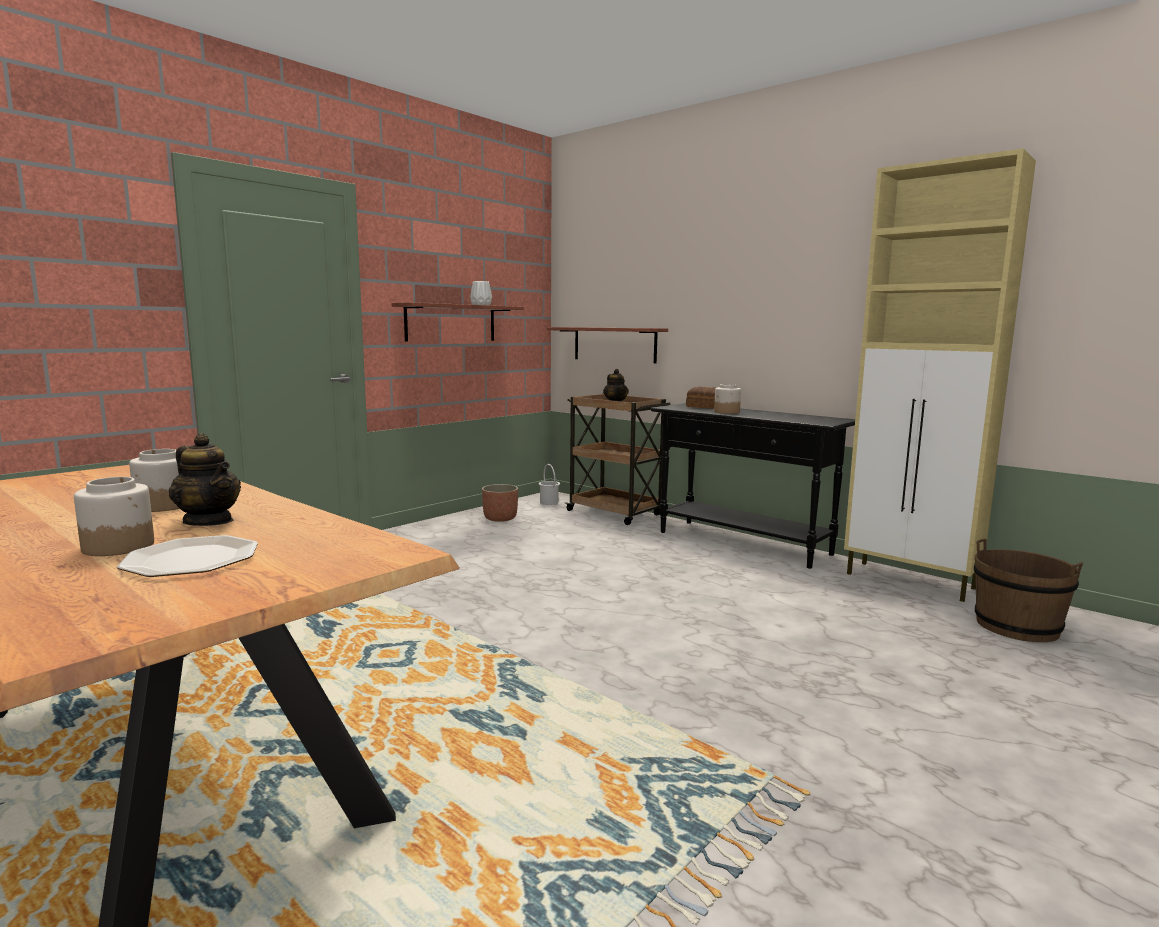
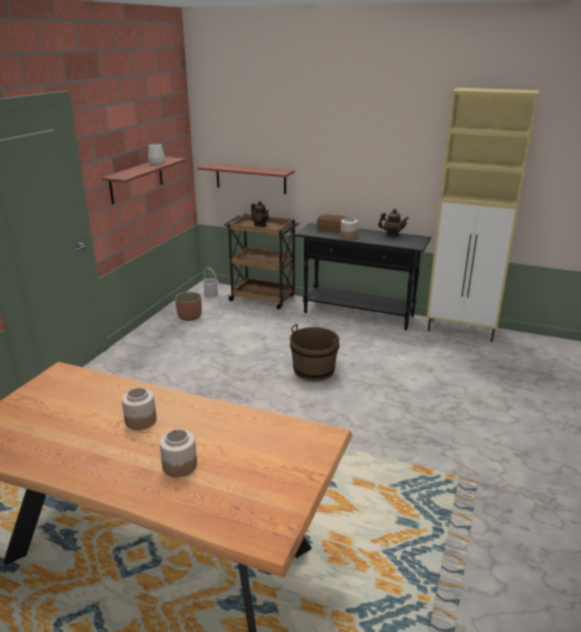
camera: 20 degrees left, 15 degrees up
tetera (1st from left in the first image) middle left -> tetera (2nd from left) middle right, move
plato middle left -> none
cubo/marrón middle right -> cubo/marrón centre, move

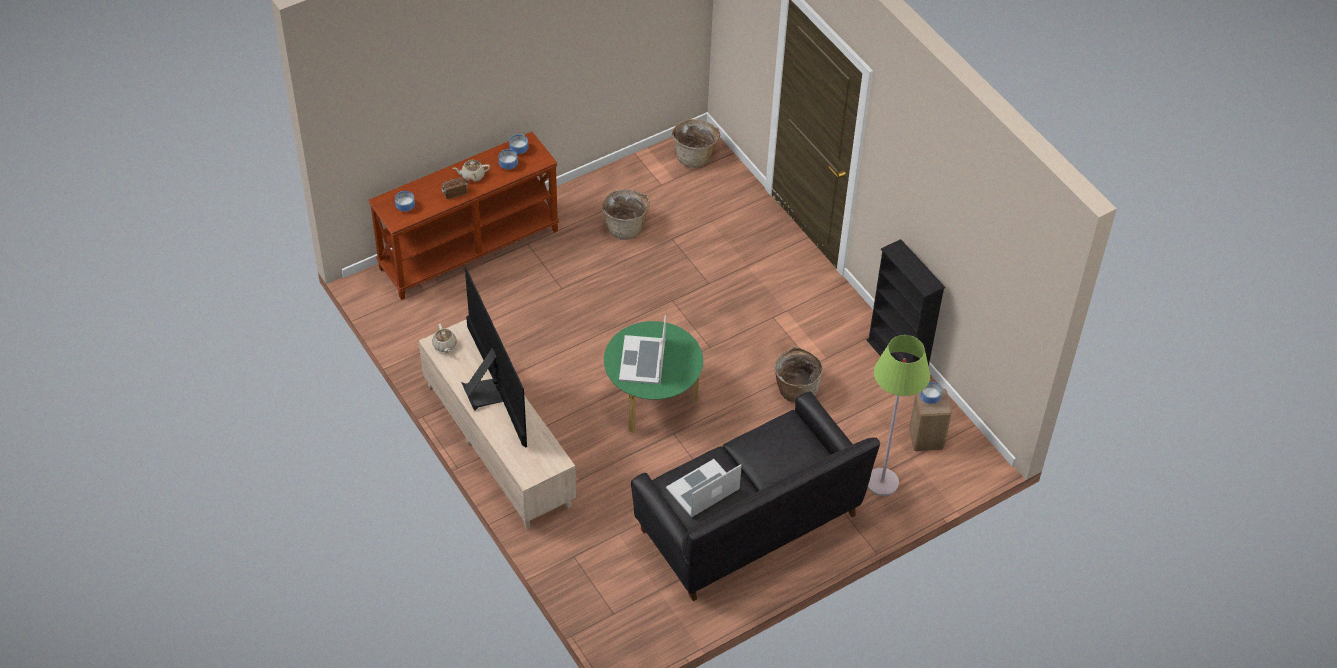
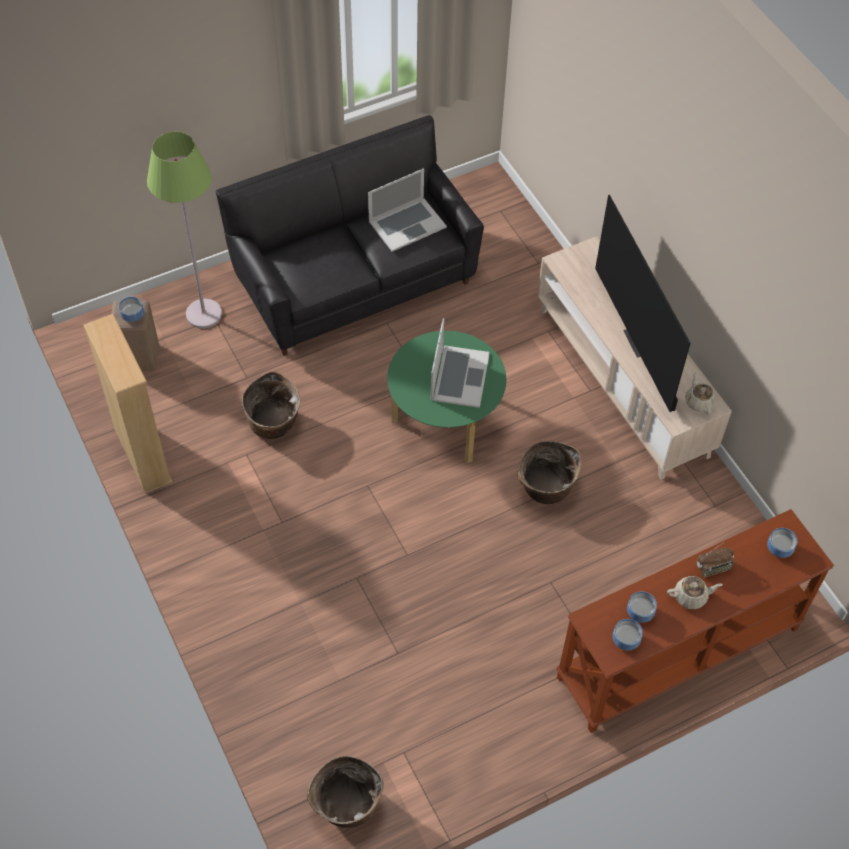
camera: 175 degrees left, 5 degrees up
cesta (1st from left in the first image) top centre -> cesta (3rd from left) centre, move
estantería/negro middle right -> estantería/beis middle left

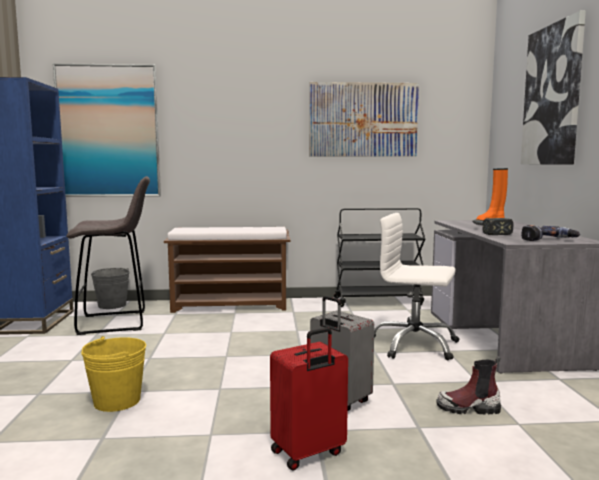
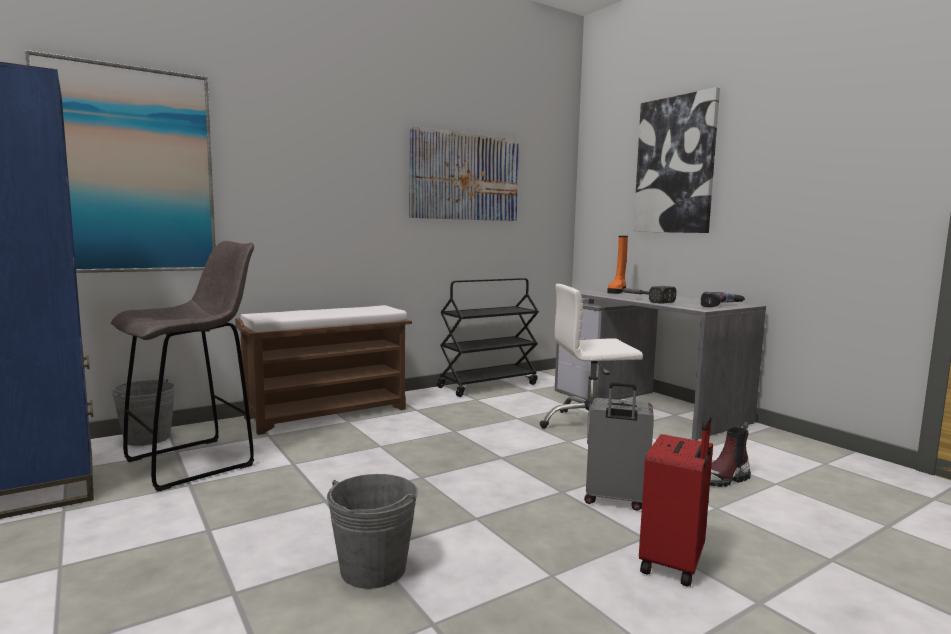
camera: 30 degrees left, 0 degrees up
cubo/amarillo bottom left -> cubo/gris (2nd from left) bottom centre

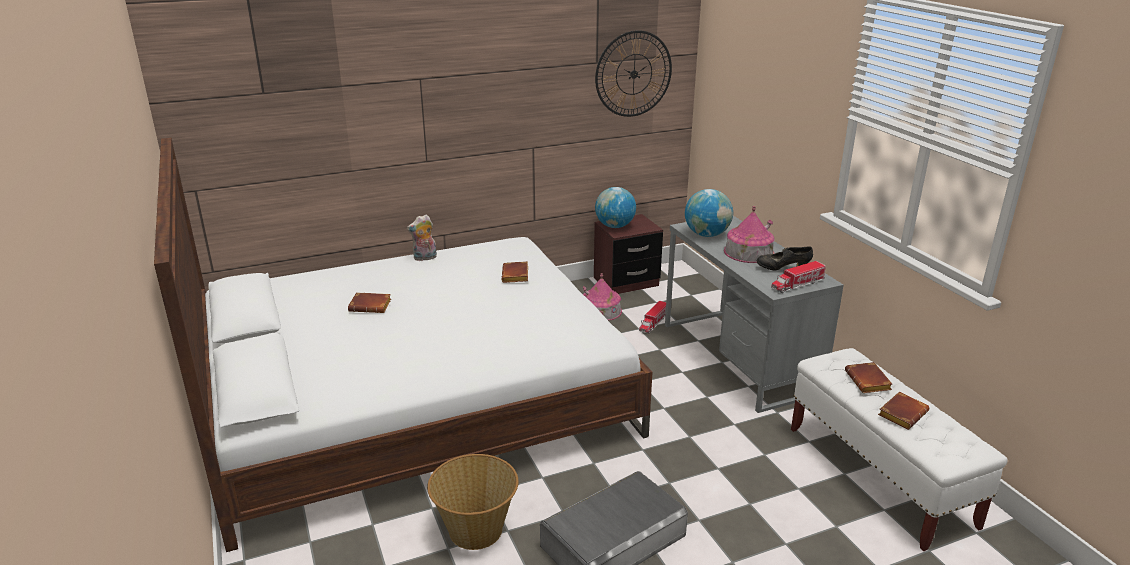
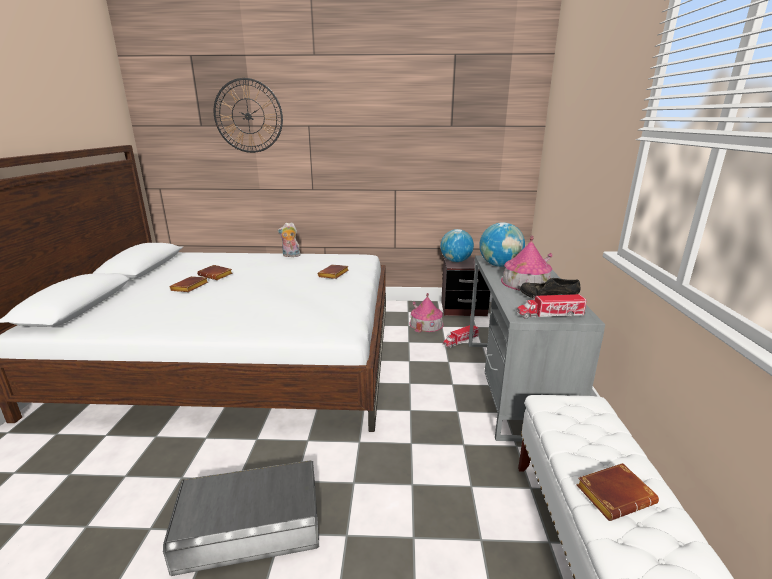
camera: 25 degrees right, 5 degrees down
reloj de pared top centre -> reloj de pared top left, move
libro/marrón (3rd from left in the first image) bottom right -> libro/marrón (1st from left) middle left, move
cesta bottom centre -> none

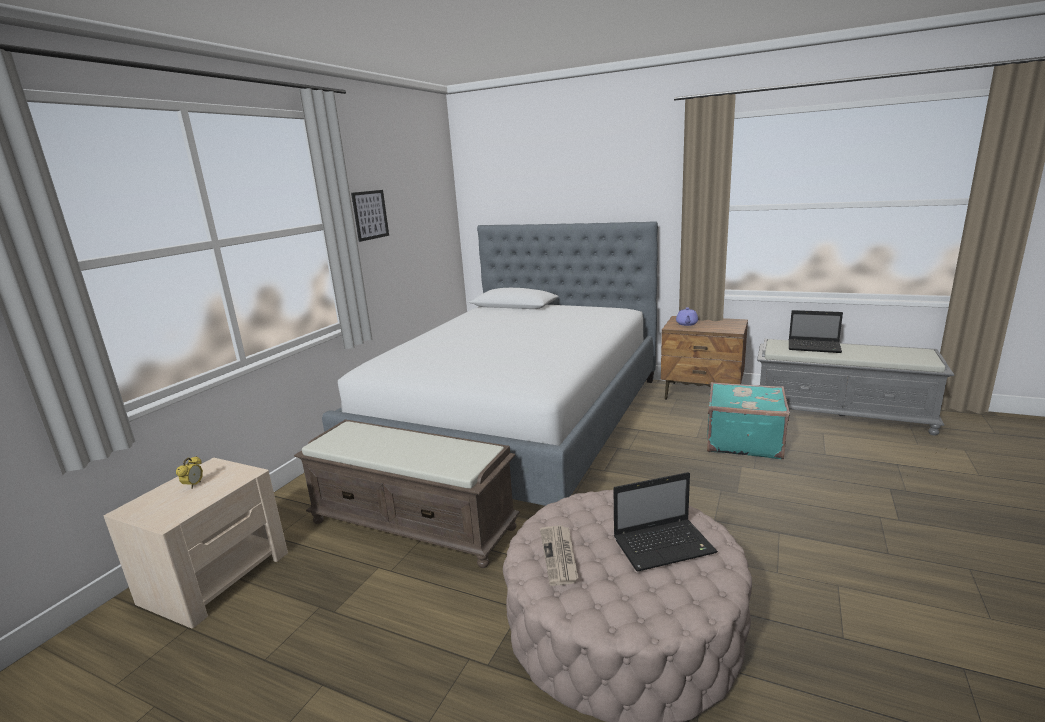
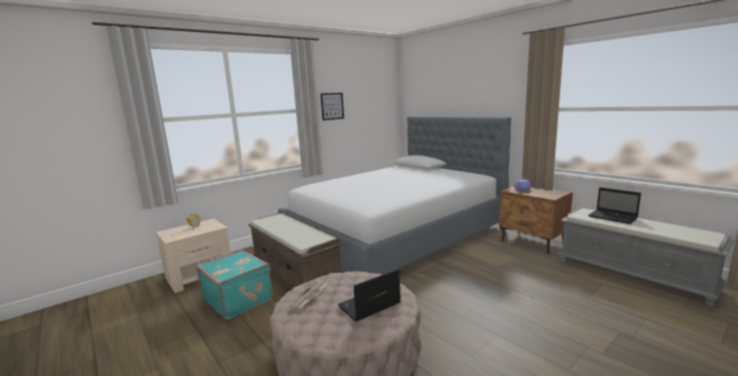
camera: 25 degrees right, 5 degrees down
maleta/turquesa middle right -> maleta/turquesa bottom left, move
portátil (1st from left) bottom centre, 135 degrees clockwise

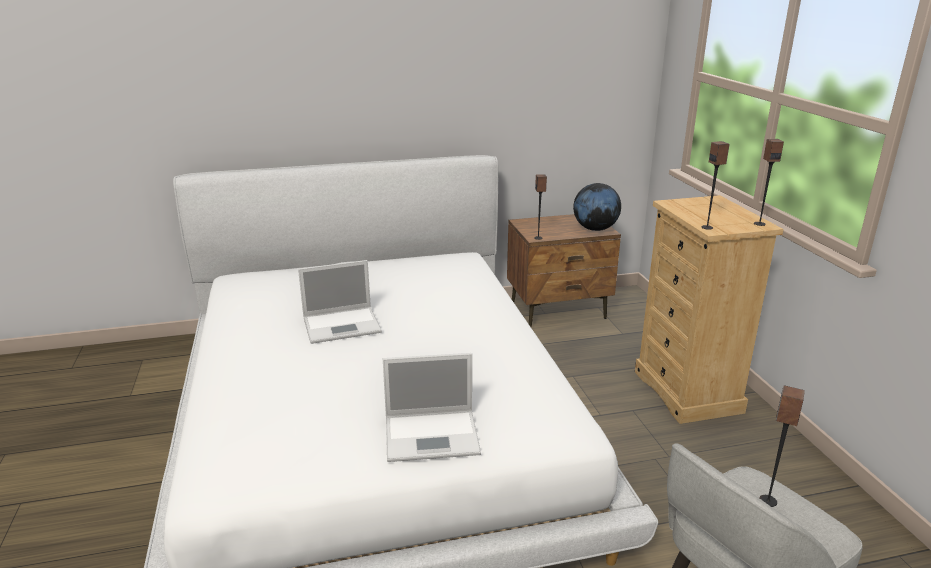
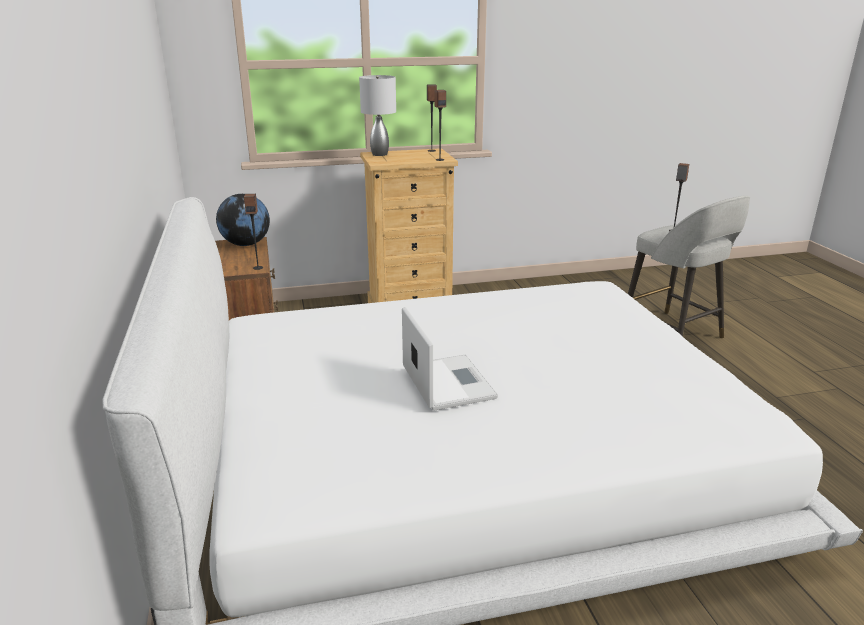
camera: 90 degrees left, 0 degrees up
portátil (2nd from left) bottom centre -> none
none -> lámpara de mesa/gris top centre

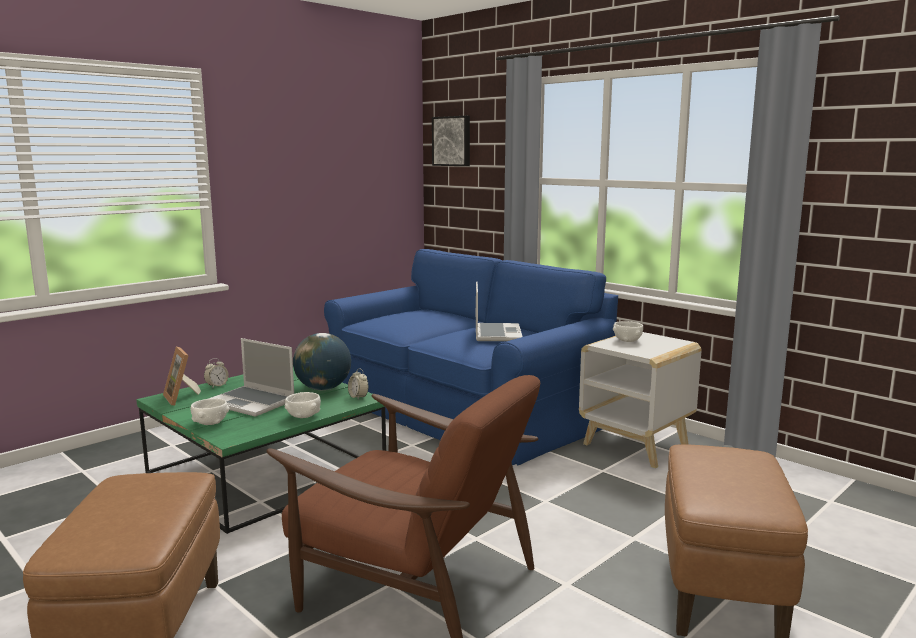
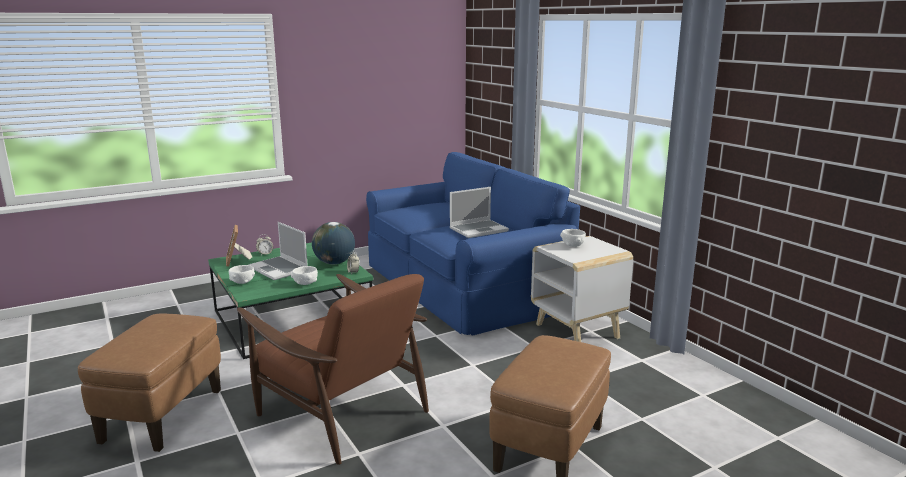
camera: 15 degrees right, 5 degrees up
cuadro top centre -> none
portátil (2nd from left) centre, 45 degrees clockwise

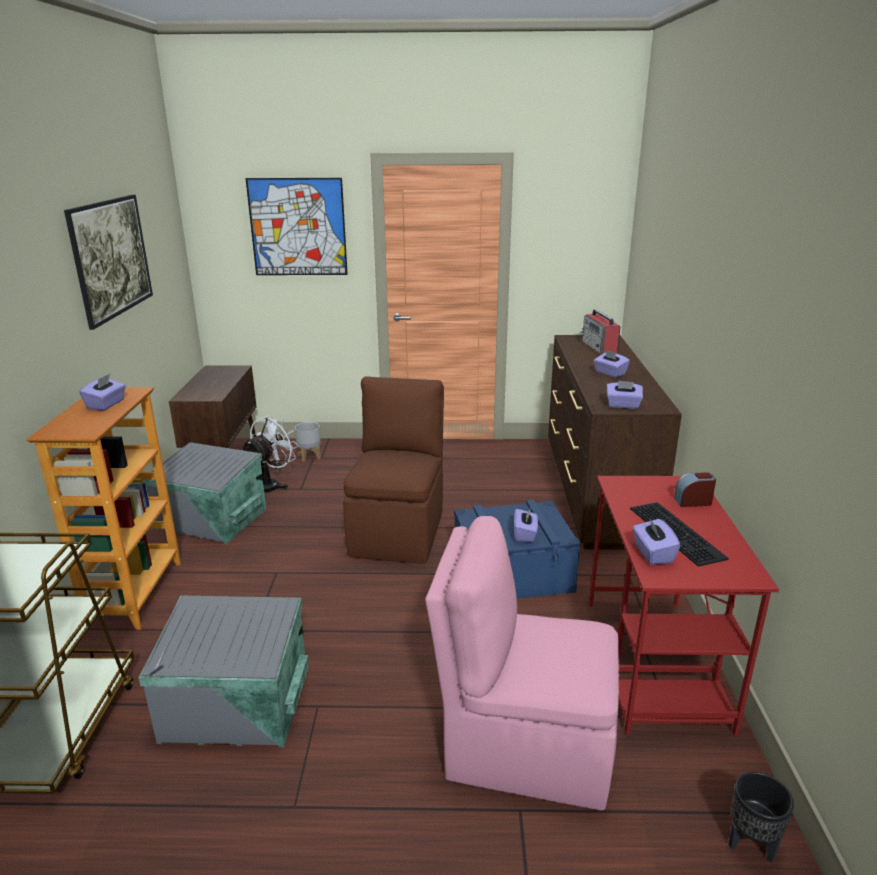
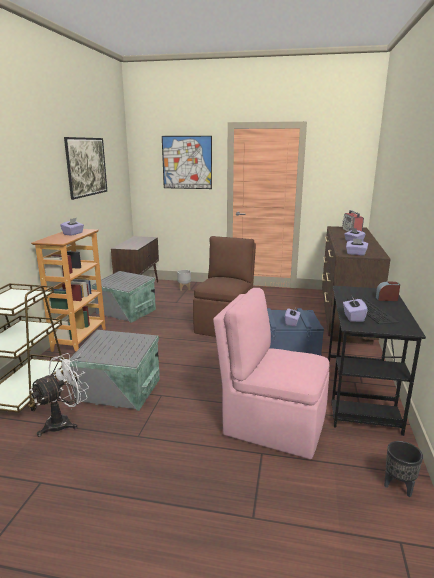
camera: 10 degrees right, 5 degrees down
ventilador/blanco middle left -> ventilador/blanco bottom left, move
escritorio/rojo bottom right -> escritorio/negro middle right

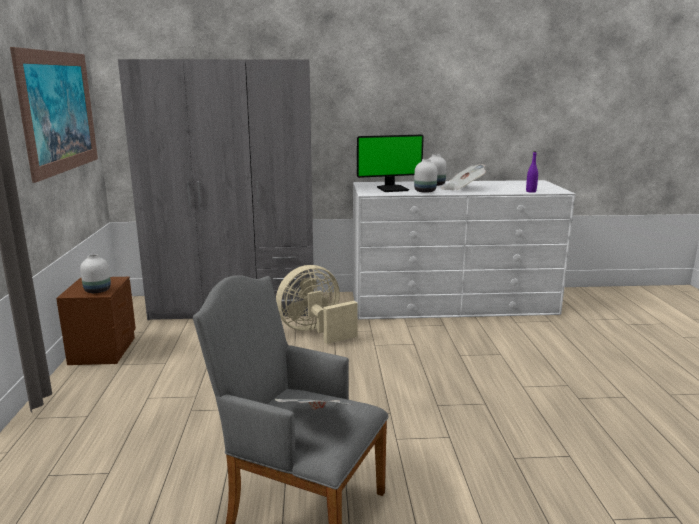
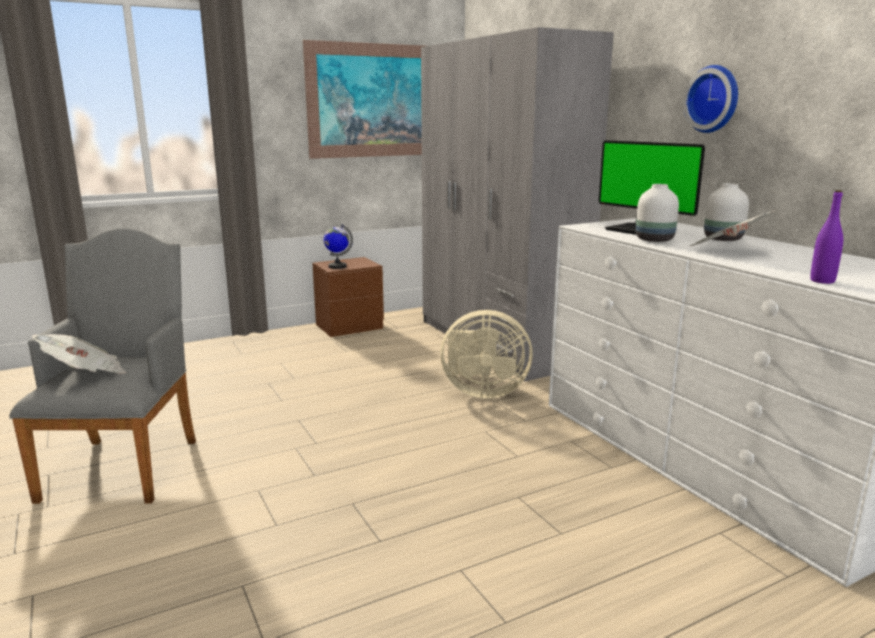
camera: 65 degrees right, 0 degrees up
florero/blanco (1st from left) middle left -> globo terráqueo centre
ventilador/beis centre, 150 degrees clockwise
none -> reloj de pared top right

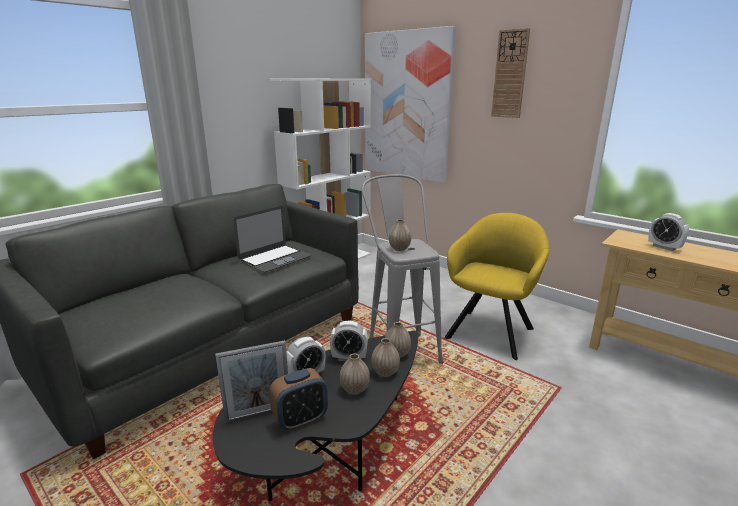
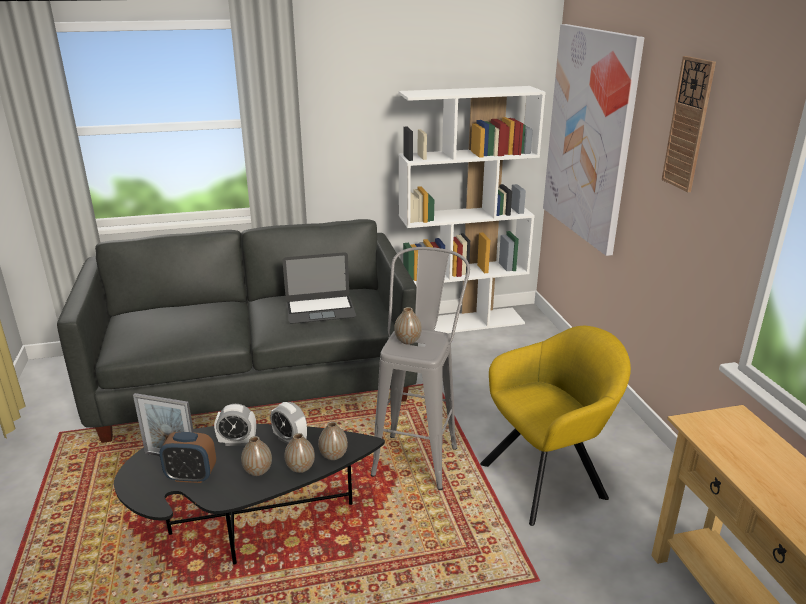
camera: 35 degrees right, 5 degrees up
despertador (4th from left) middle right -> none

